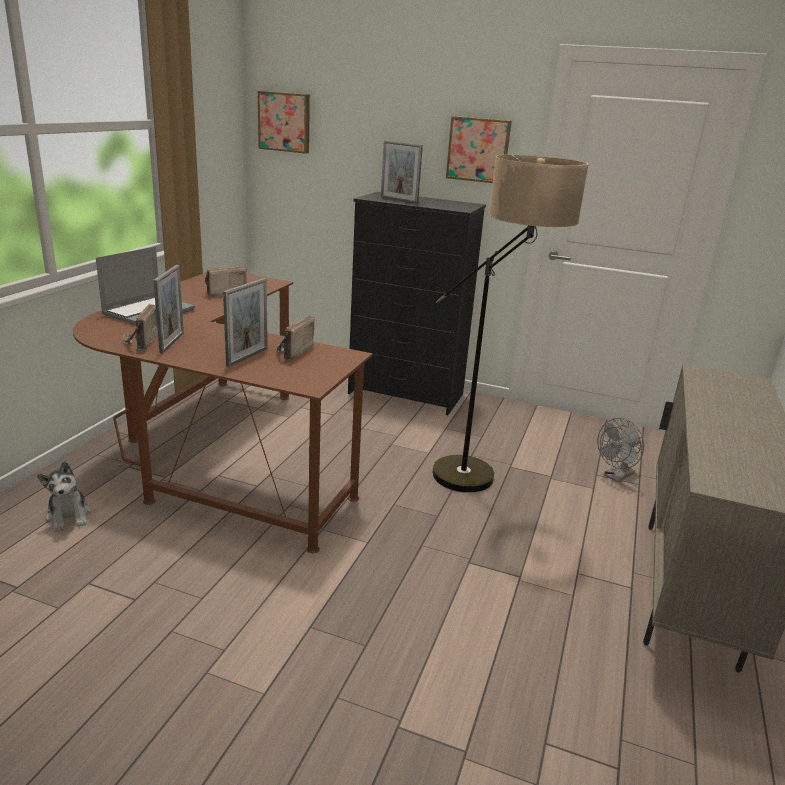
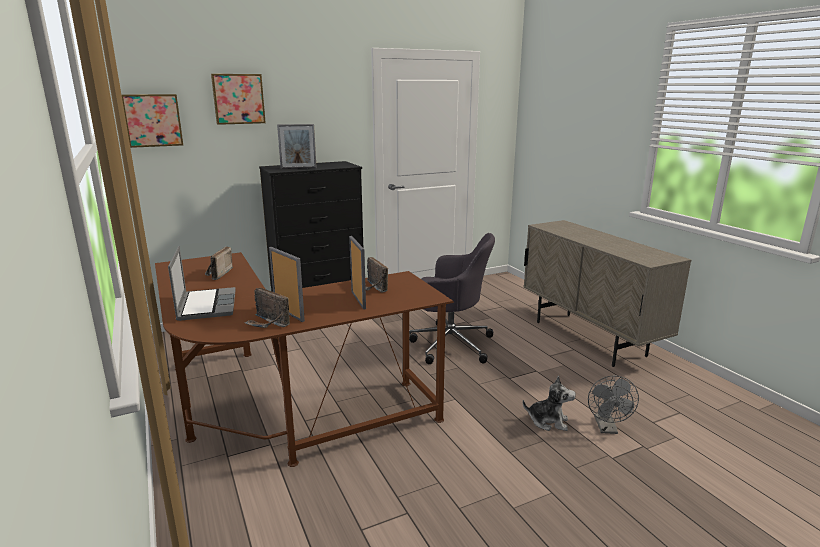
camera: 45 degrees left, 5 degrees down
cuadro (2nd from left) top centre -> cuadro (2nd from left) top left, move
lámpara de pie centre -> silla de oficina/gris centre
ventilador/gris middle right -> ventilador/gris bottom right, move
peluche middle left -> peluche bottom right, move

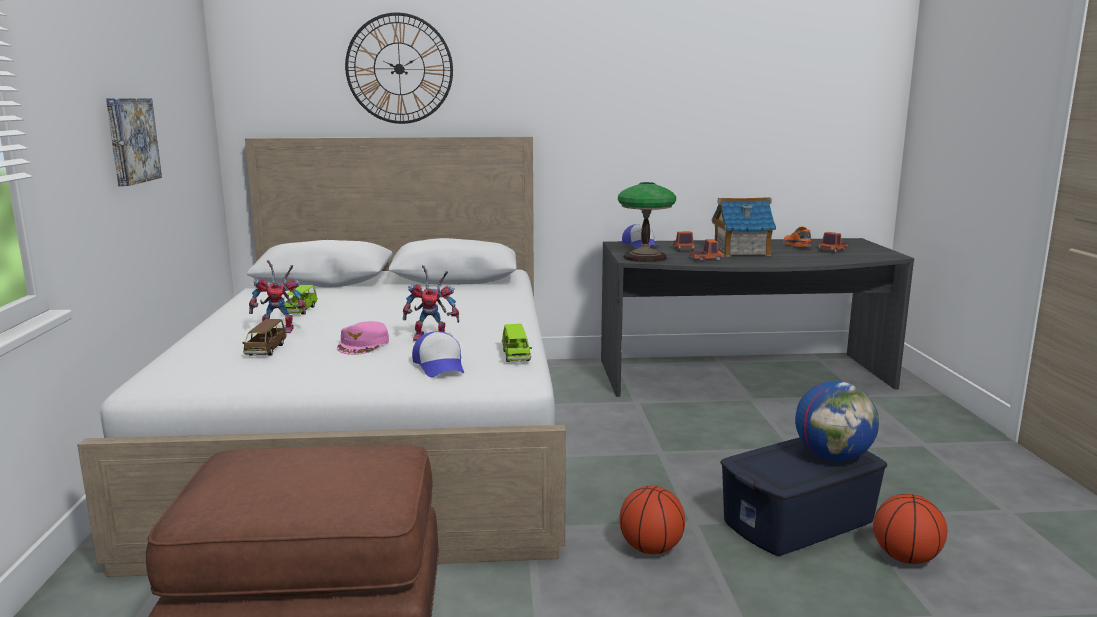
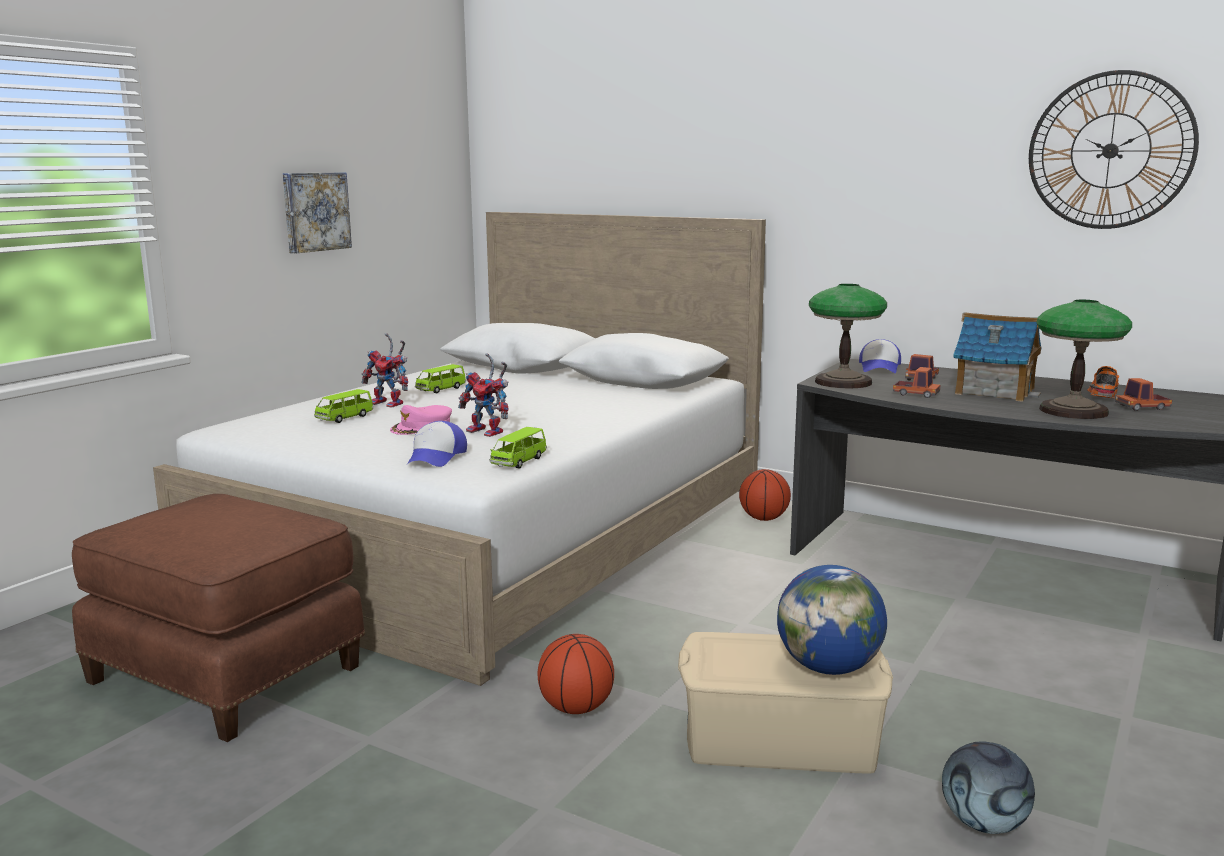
camera: 35 degrees right, 0 degrees up
reloj de pared top centre -> reloj de pared top right, move
coche de juguete/marrón middle left -> coche de juguete/verde (1st from left) middle left
caja de almacenaje/azul bottom right -> caja de almacenaje/beis bottom centre
balón de baloncesto (2nd from left) bottom right -> balón de baloncesto (2nd from left) centre, move
none -> lámpara de mesa (2nd from left) middle right
none -> balón de fútbol bottom right

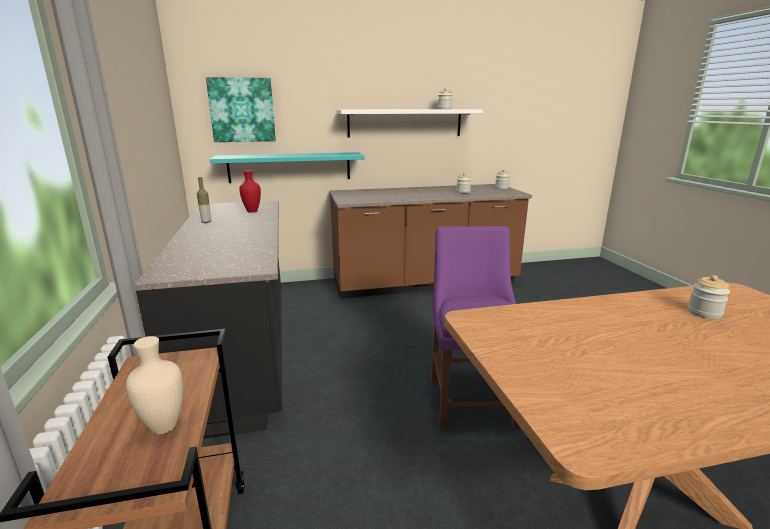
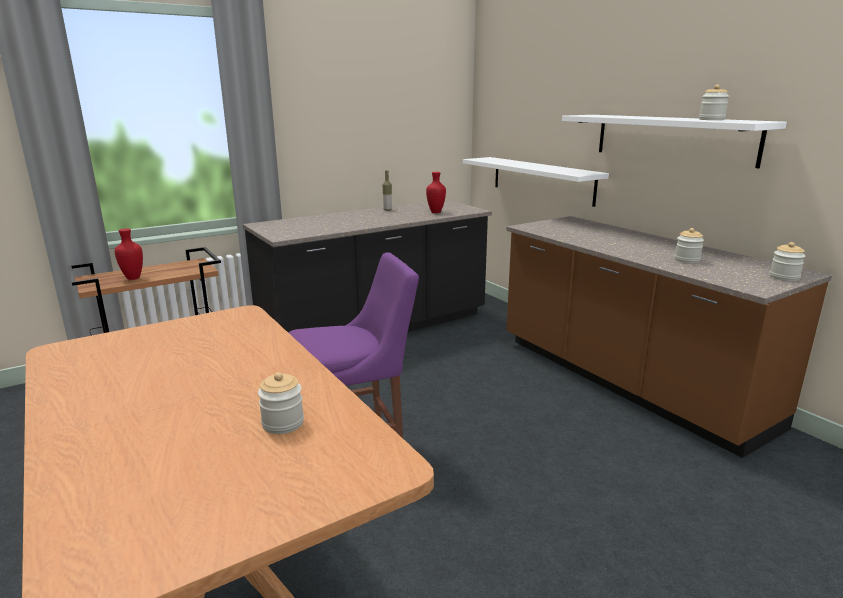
camera: 70 degrees right, 0 degrees up
cuadro top left -> none
estante/turquesa top centre -> estante/blanco (1st from left) top centre
florero/beis bottom left -> florero/rojo (1st from left) middle left

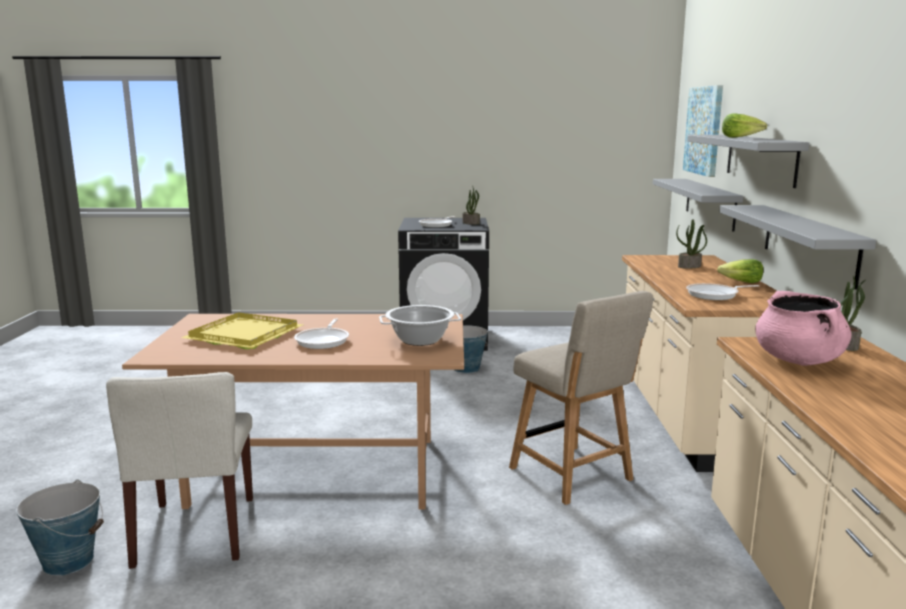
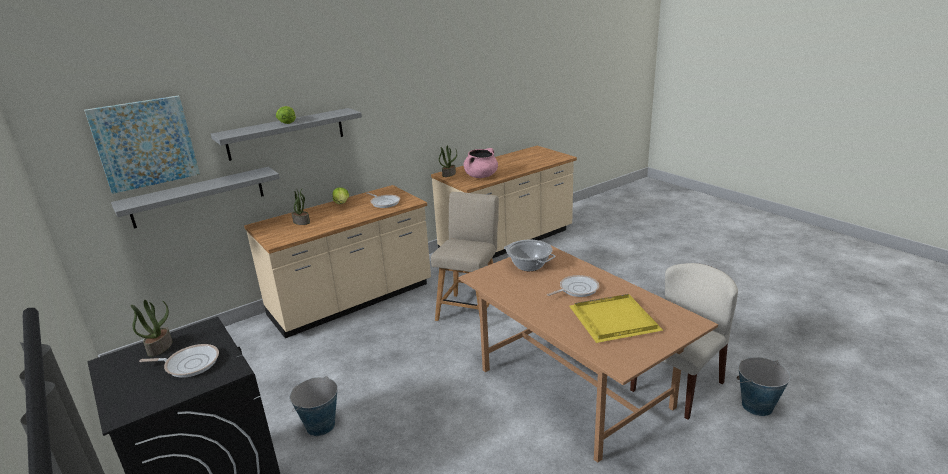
camera: 125 degrees left, 10 degrees up
estante/gris (3rd from left) middle right -> none

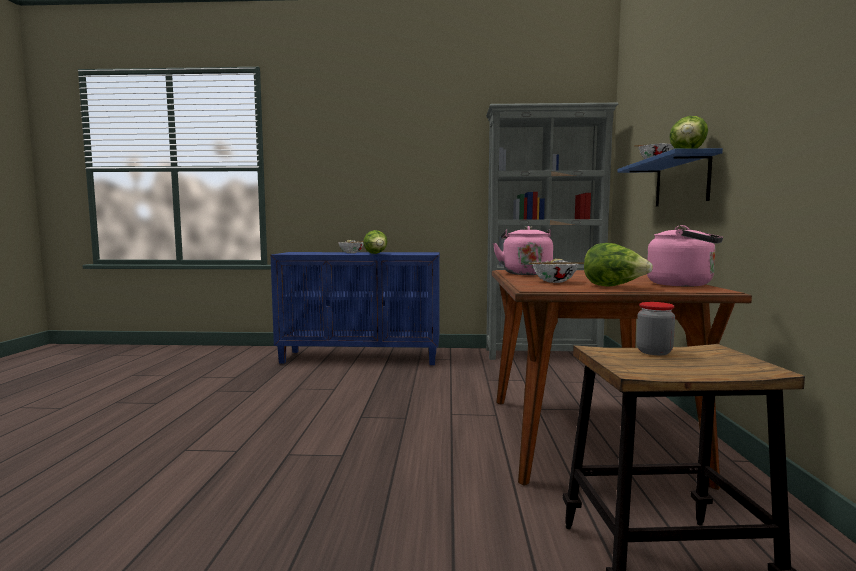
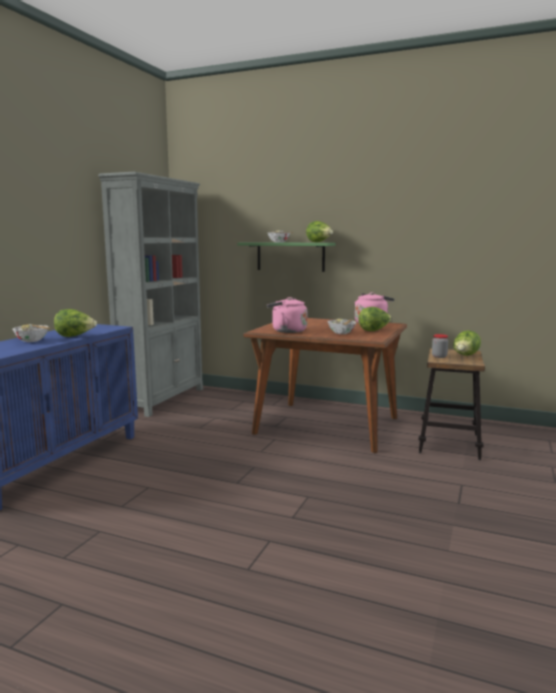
camera: 70 degrees left, 5 degrees up
estante/azul top right -> estante/verde centre
none -> lechuga (4th from left) middle right

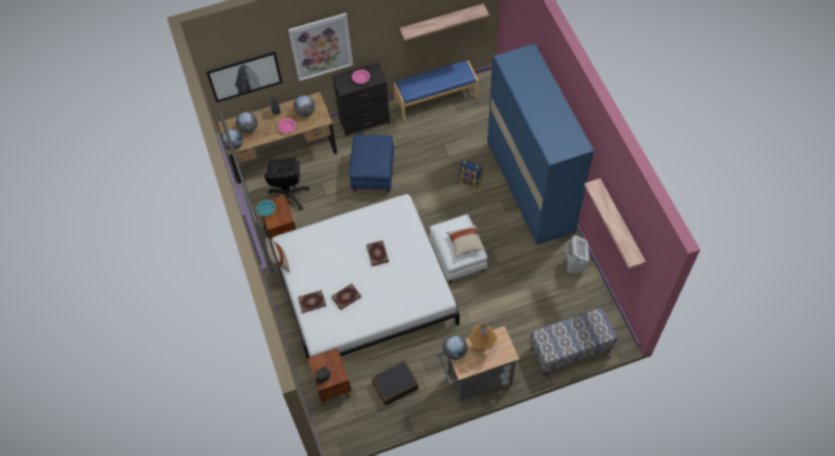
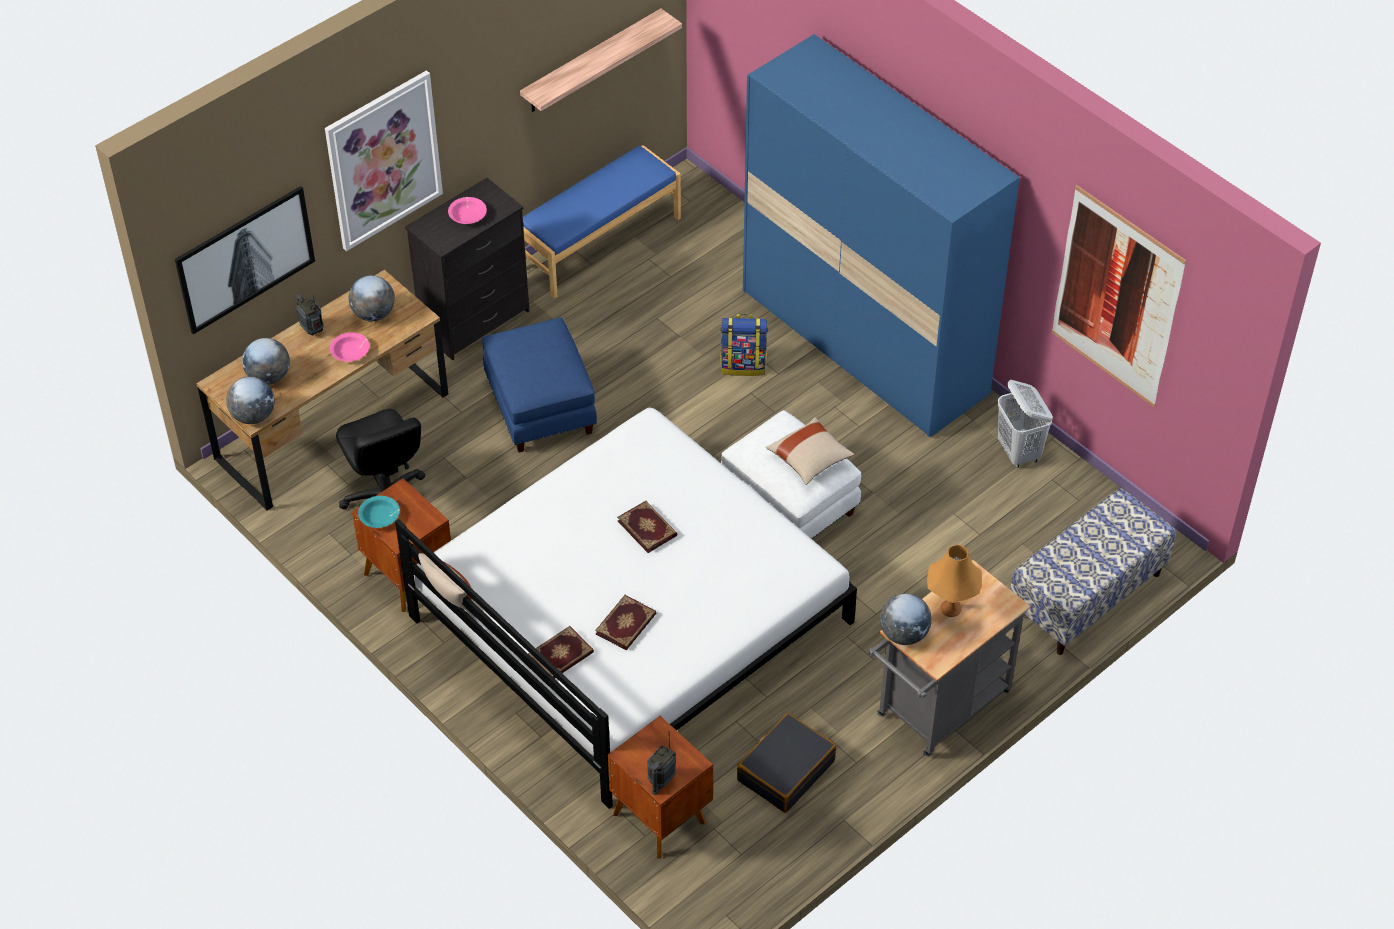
camera: 25 degrees left, 10 degrees down
estante (2nd from left) middle right -> cuadro (3rd from left) top right

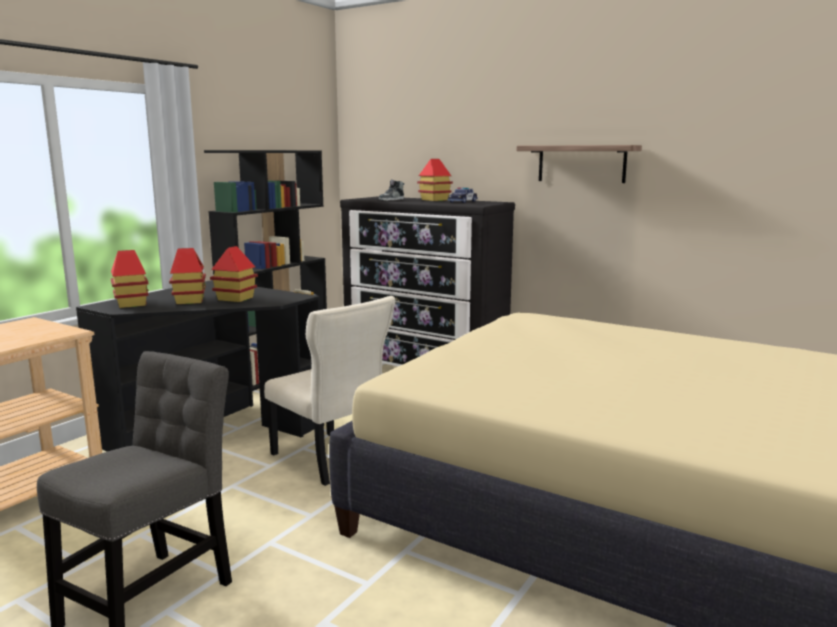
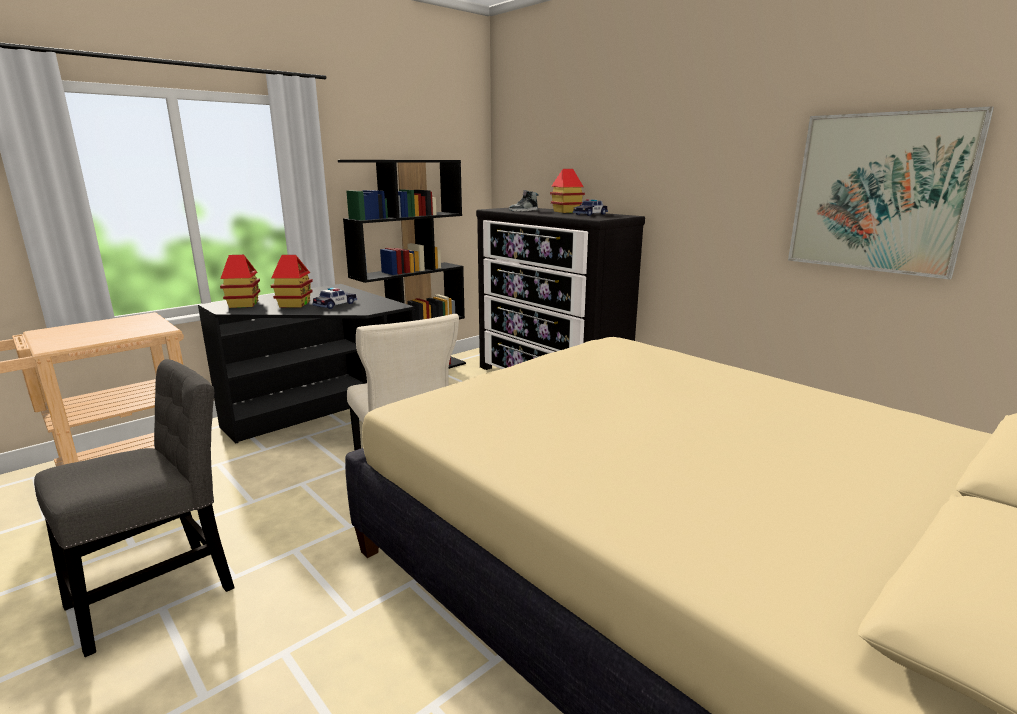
camera: 15 degrees right, 5 degrees up
estante top right -> none
casita (3rd from left) middle left -> coche de juguete (1st from left) middle left
none -> cuadro top right

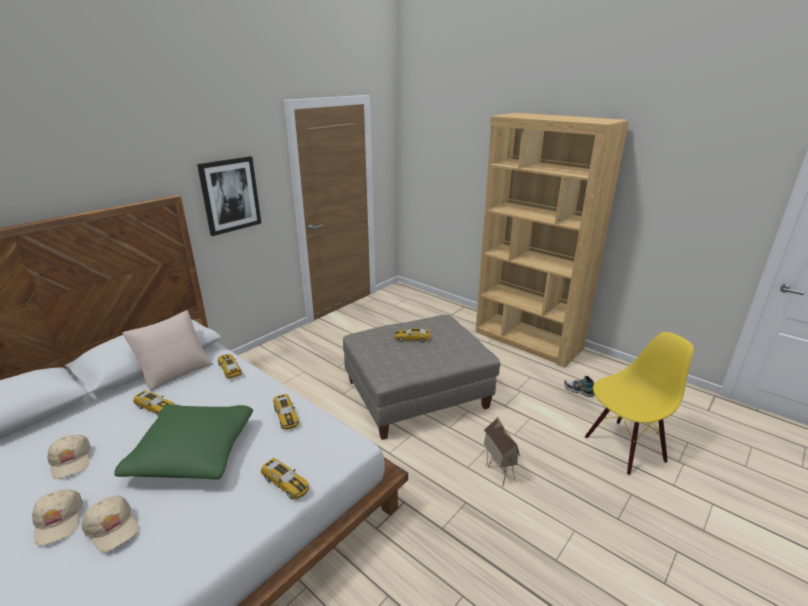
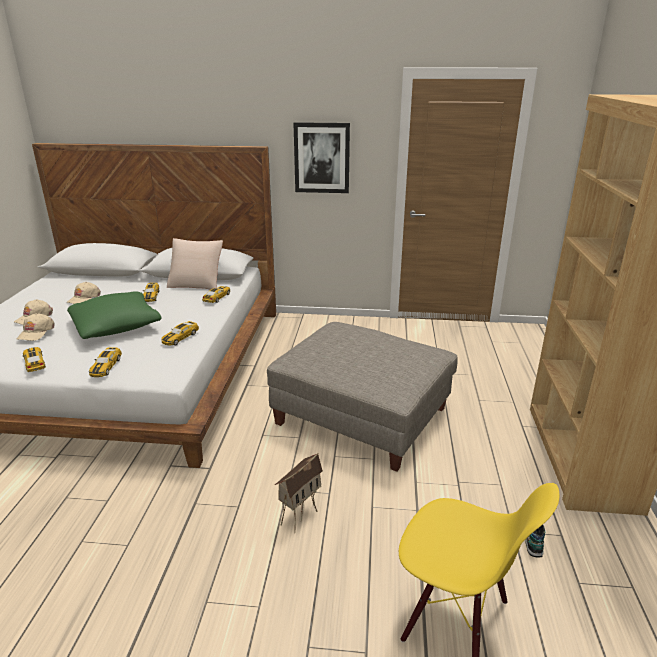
camera: 55 degrees right, 0 degrees up
coche de juguete (5th from left in the first image) centre -> coche de juguete (1st from left) middle left, move

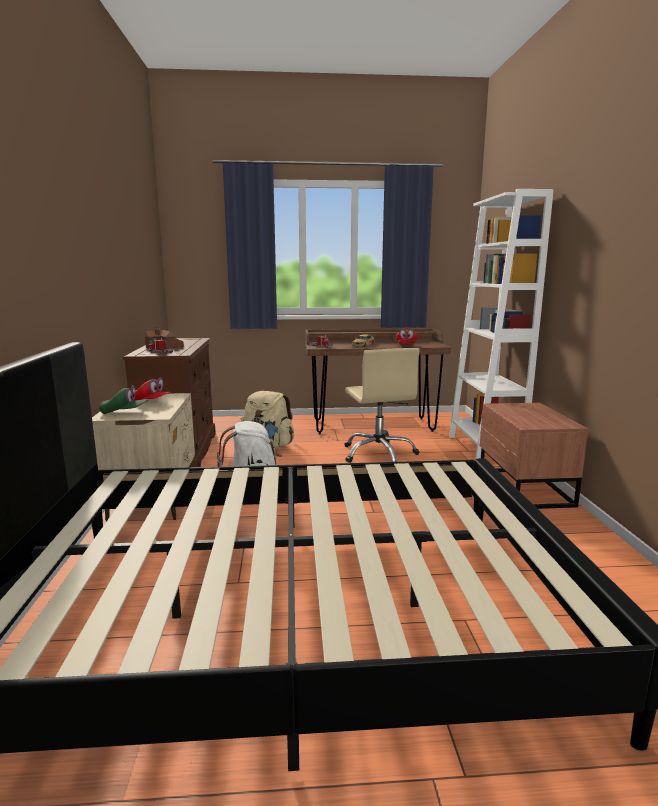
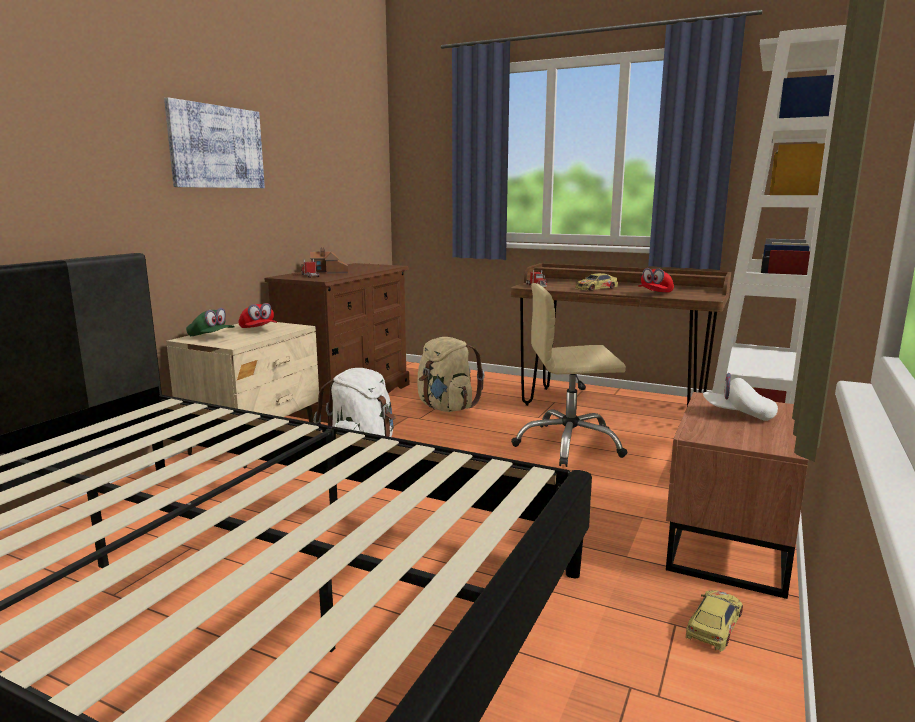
camera: 30 degrees right, 0 degrees up
silla de oficina/beis centre, 75 degrees clockwise
none -> cuadro top left
none -> gorra/blanco middle right
none -> coche de juguete (2nd from left) bottom right

